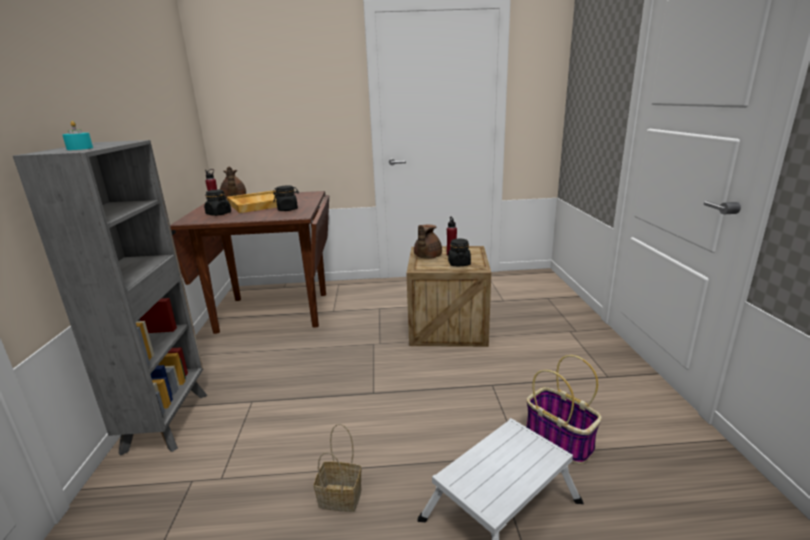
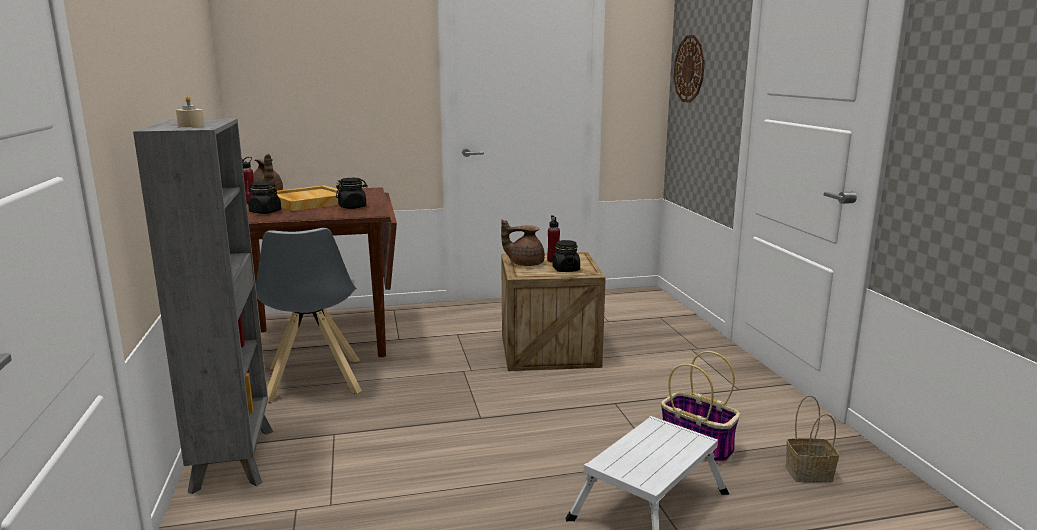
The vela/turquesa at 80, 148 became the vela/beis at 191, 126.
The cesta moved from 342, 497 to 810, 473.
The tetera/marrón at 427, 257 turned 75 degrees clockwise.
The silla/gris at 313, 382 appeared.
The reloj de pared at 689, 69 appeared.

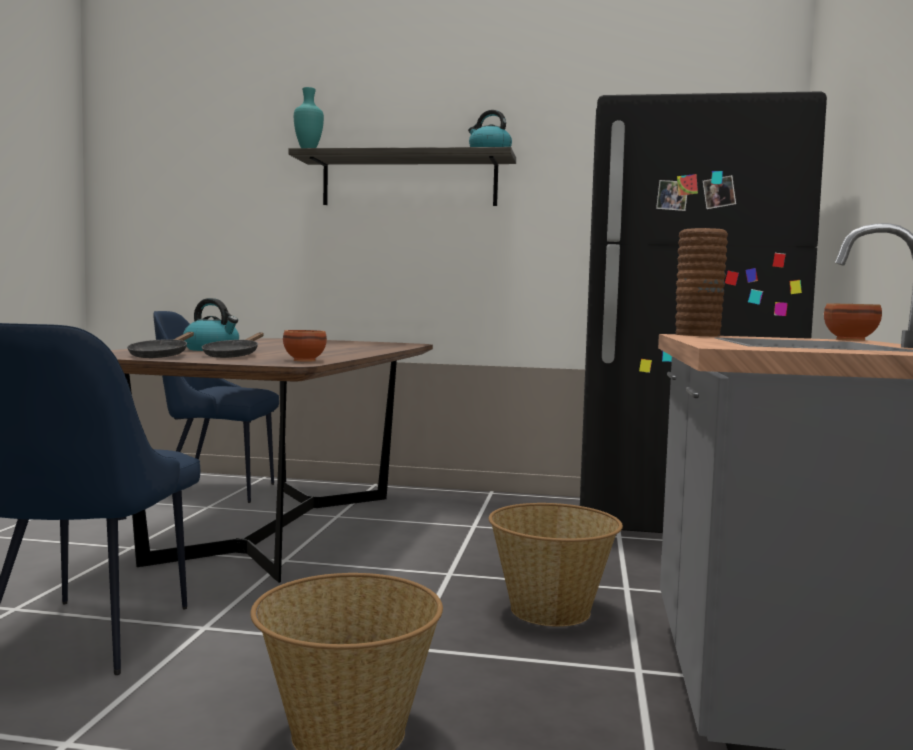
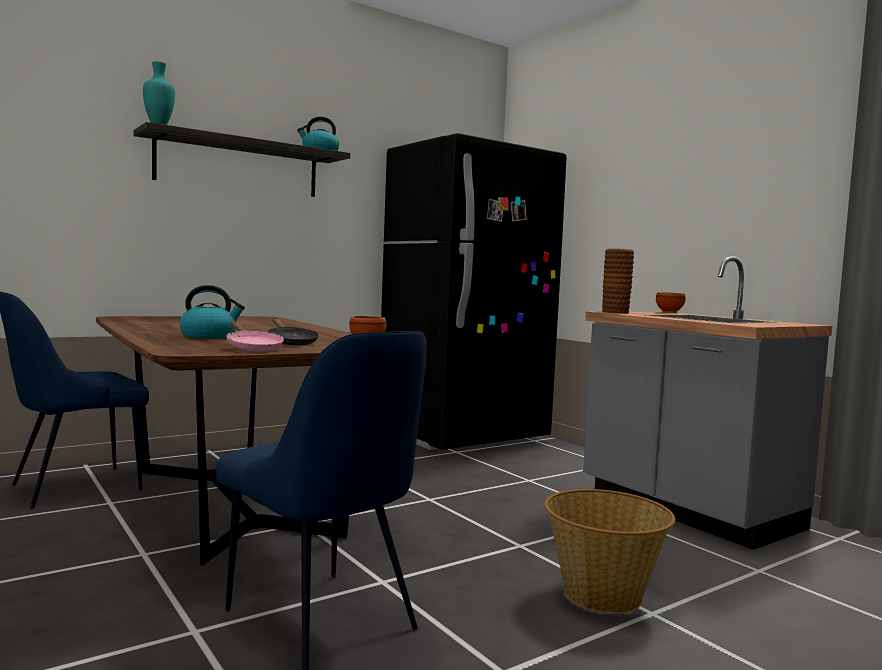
The sartén/negro at 161, 356 became the sartén/rosa at 252, 348.
The cesta at 551, 611 disappeared.

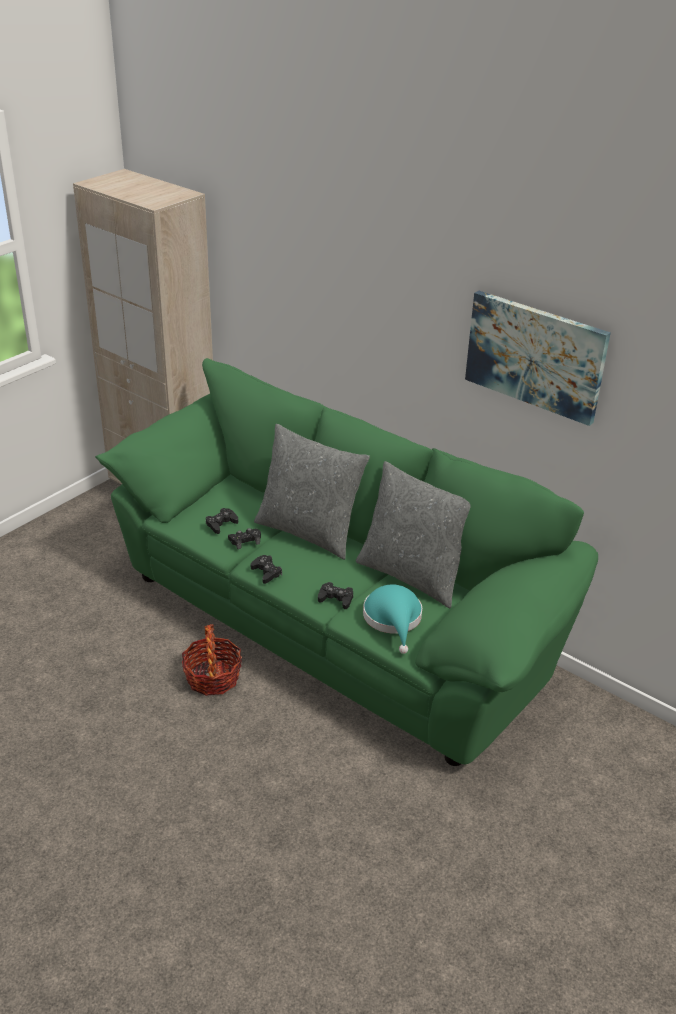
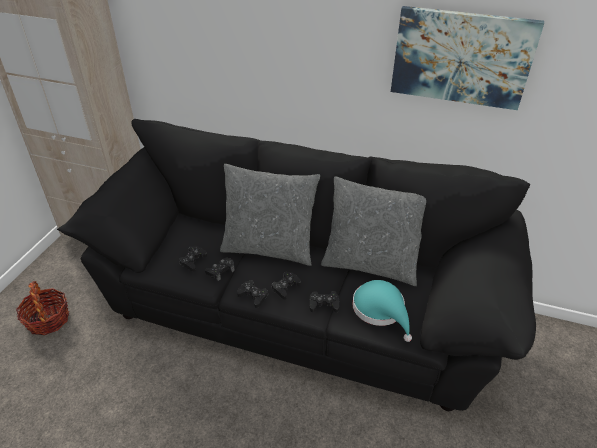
The sofá/verde at 332, 629 became the sofá/negro at 296, 316.
The cesta moved from 212, 678 to 48, 320.
The mando de consola/negro at 285, 287 appeared.

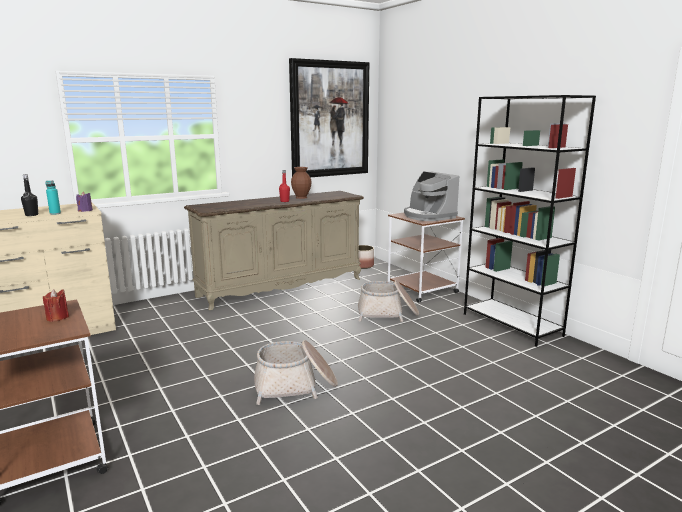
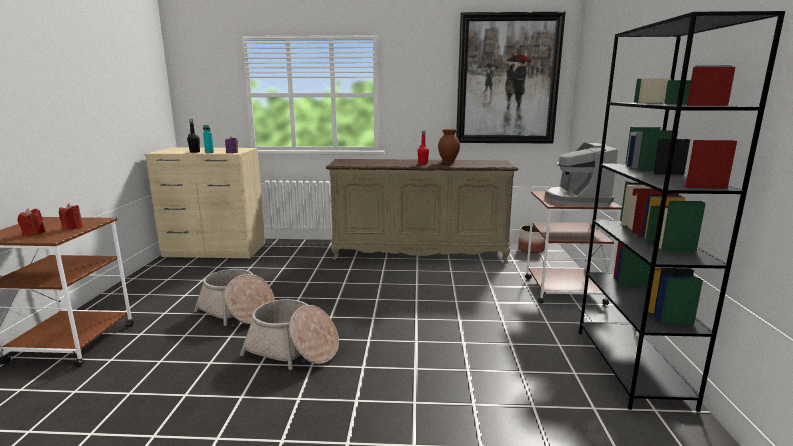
The cesta moved from 387, 314 to 237, 312.
The estantería/blanco at 512, 325 became the estantería/negro at 632, 367.
The vela/rojo at 33, 234 appeared.

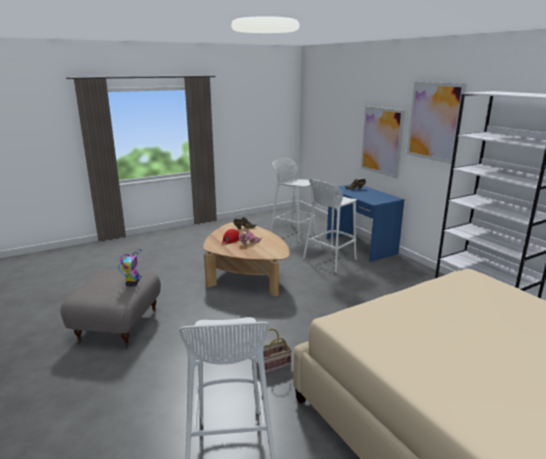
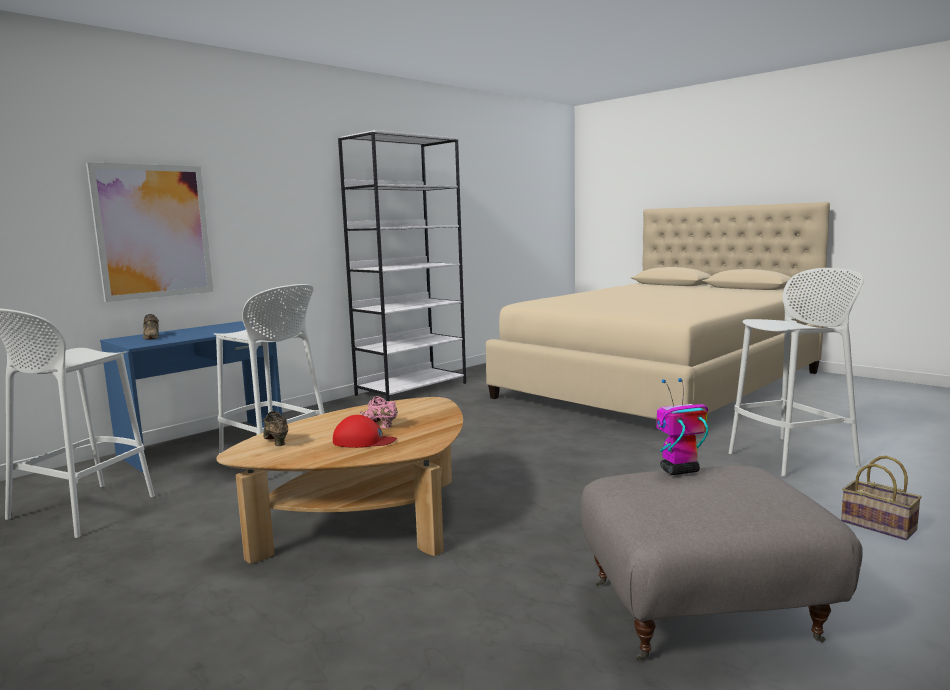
The cesta moved from 272, 366 to 880, 526.
The cuadro at 434, 121 disappeared.

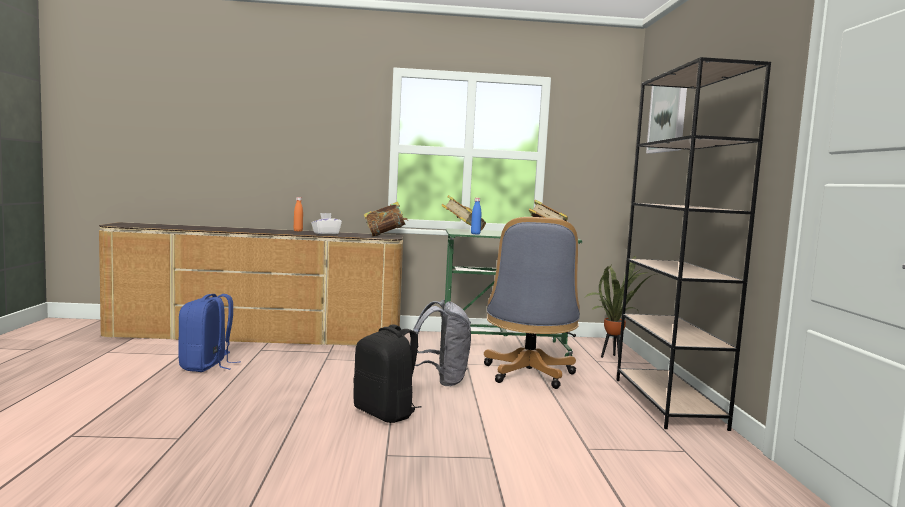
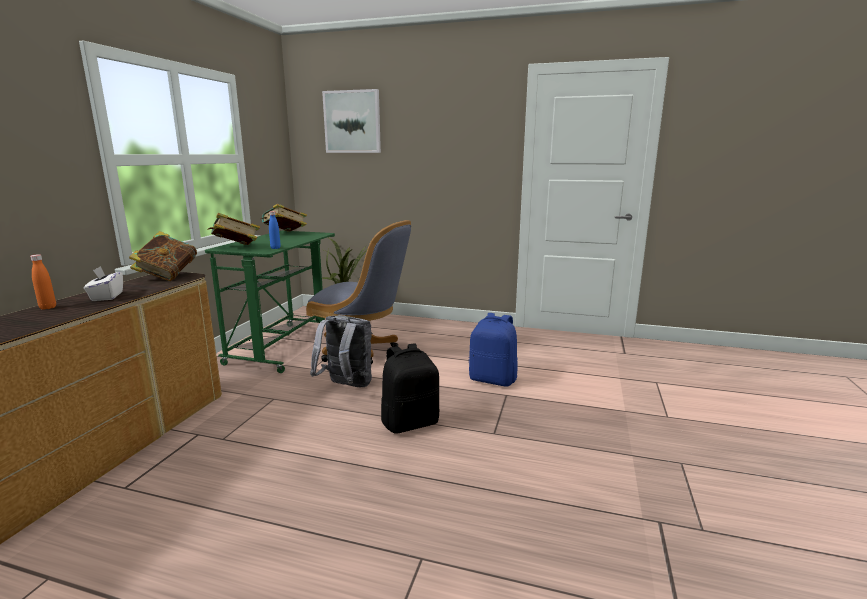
The mochila/azul moved from 206, 366 to 493, 379.
The estantería/beis at 668, 403 disappeared.

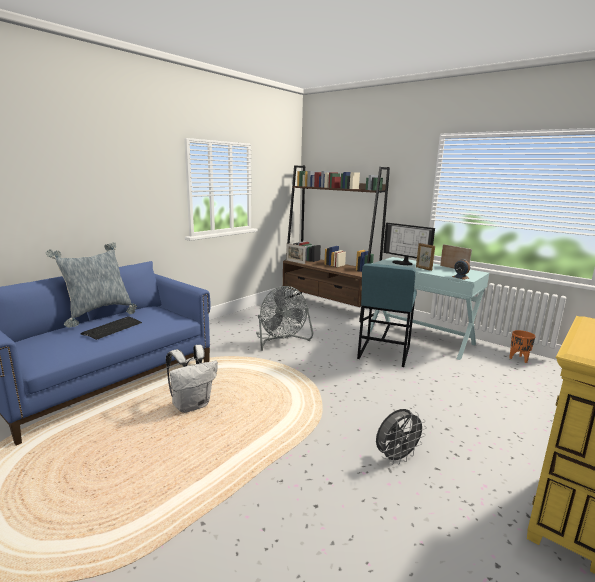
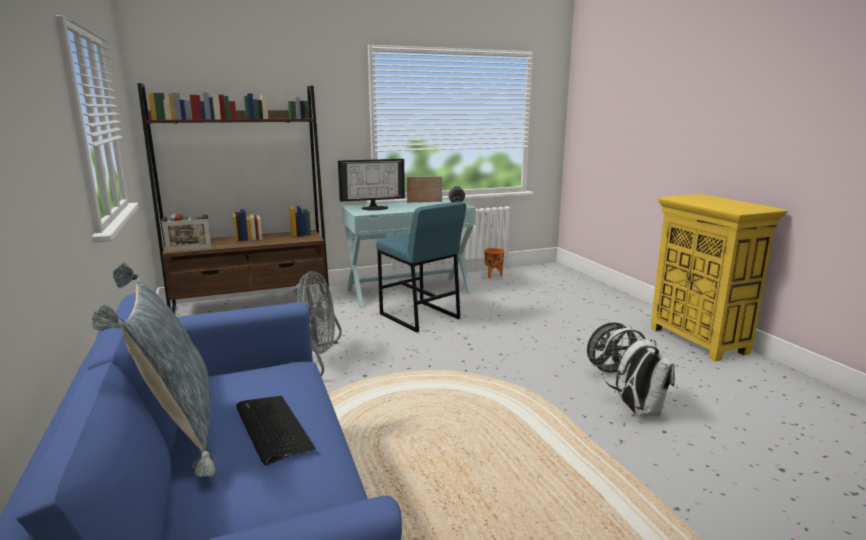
The mochila/blanco moved from 192, 405 to 636, 409.
The ventilador/gris at 396, 458 turned 75 degrees clockwise.
The portarretratos at 423, 268 disappeared.

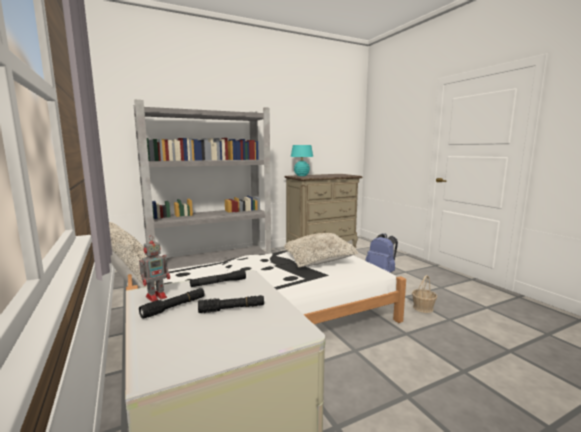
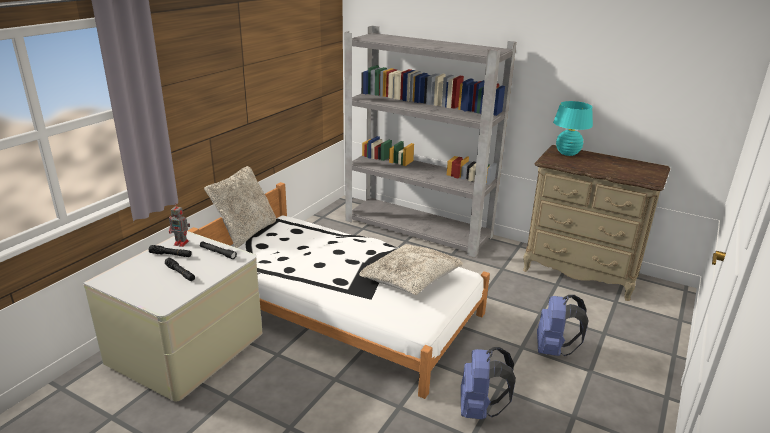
The cesta at 423, 308 was replaced by the mochila/azul at 480, 409.

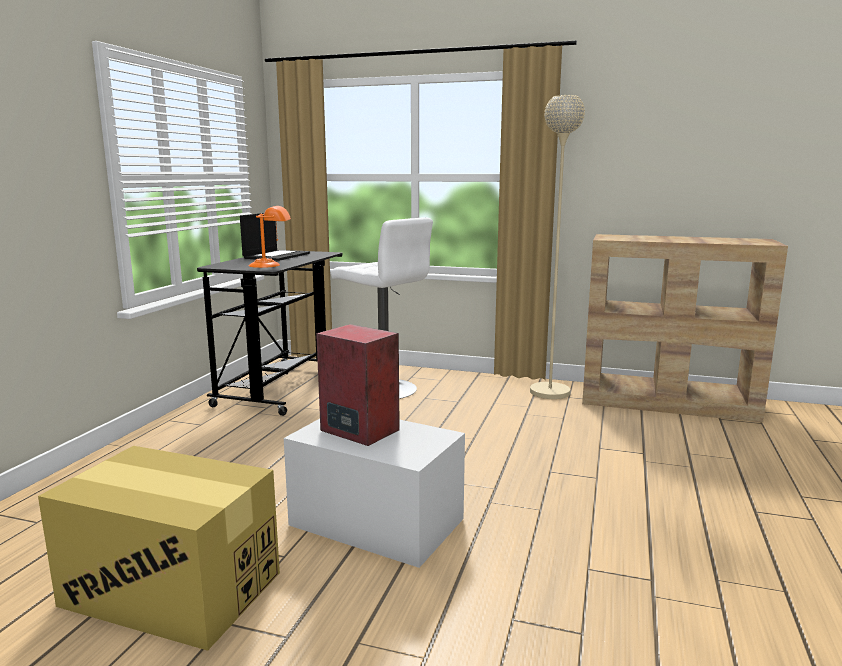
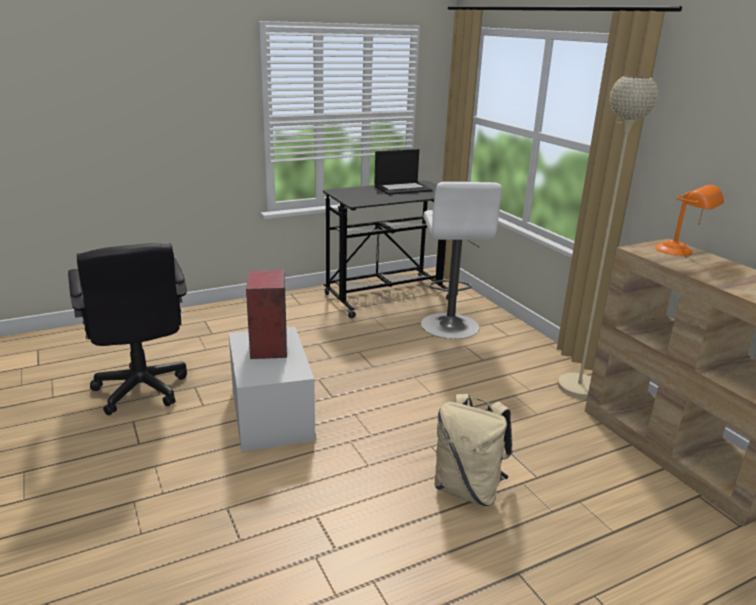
The caja de cartón at 172, 589 was replaced by the silla de oficina/negro at 143, 393.
The lámpara de mesa/naranja moved from 271, 265 to 681, 251.
The mochila/beis at 468, 489 appeared.

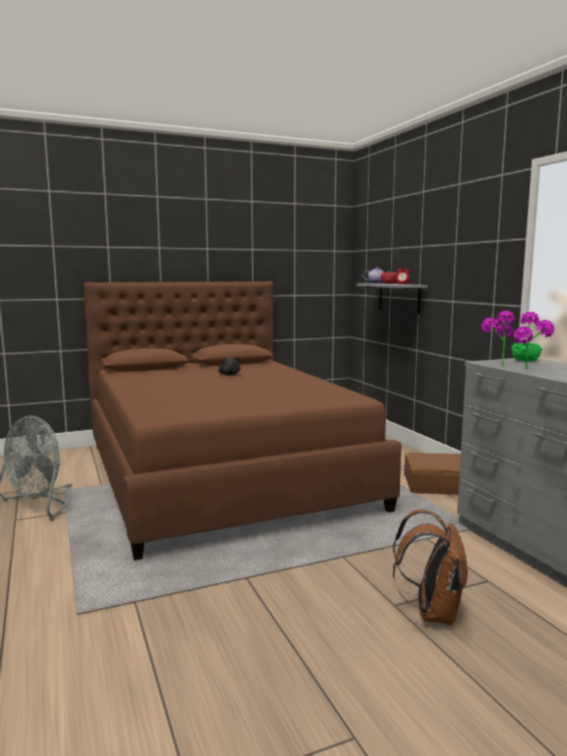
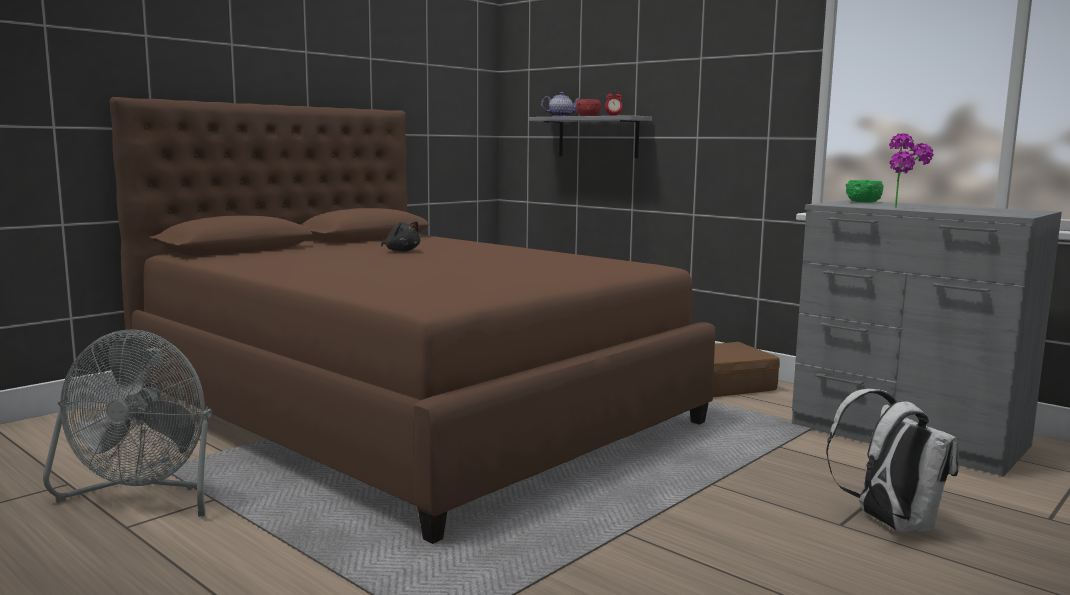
The mochila/marrón at 432, 612 became the mochila/blanco at 889, 523.
The planta en maceta at 496, 365 disappeared.

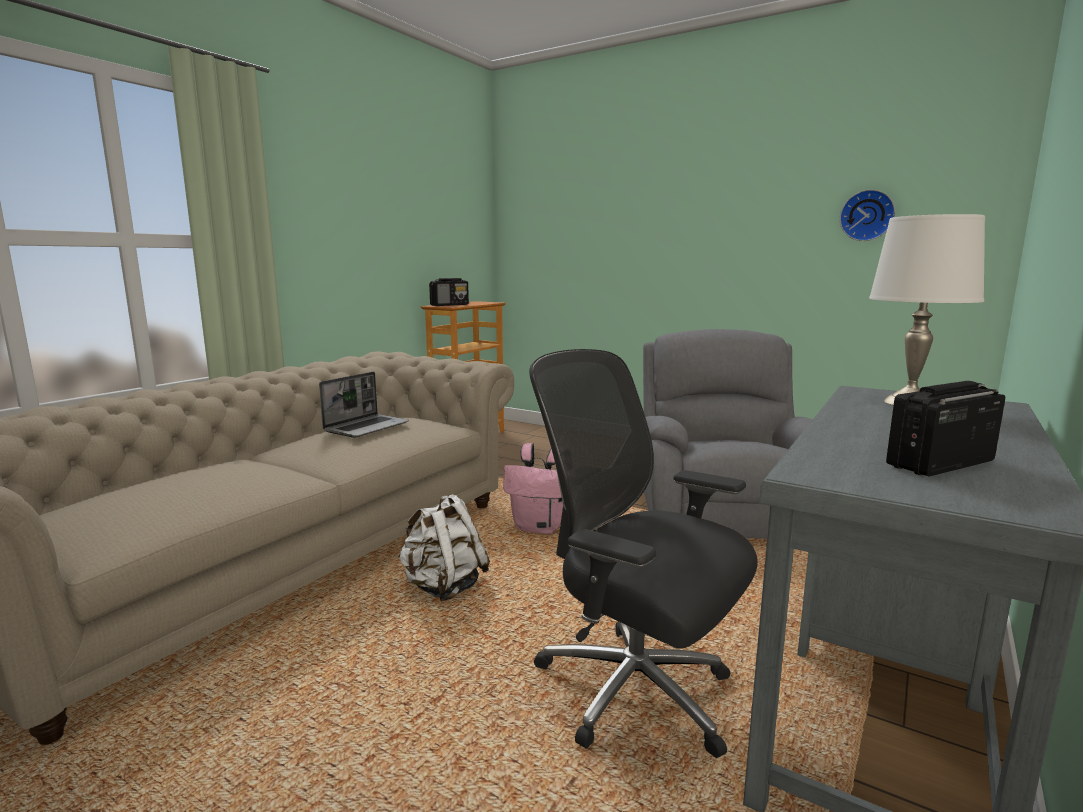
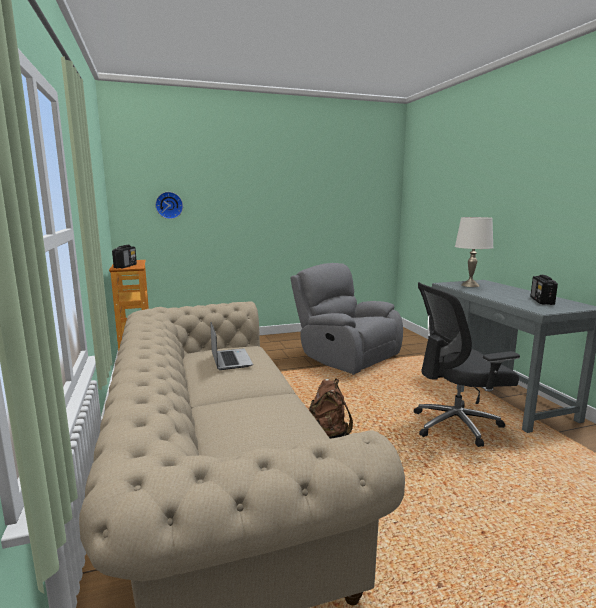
The mochila/blanco at 443, 587 became the mochila/marrón at 328, 434.
The mochila/rosa at 540, 527 disappeared.
The reloj de pared moved from 867, 215 to 169, 205.

